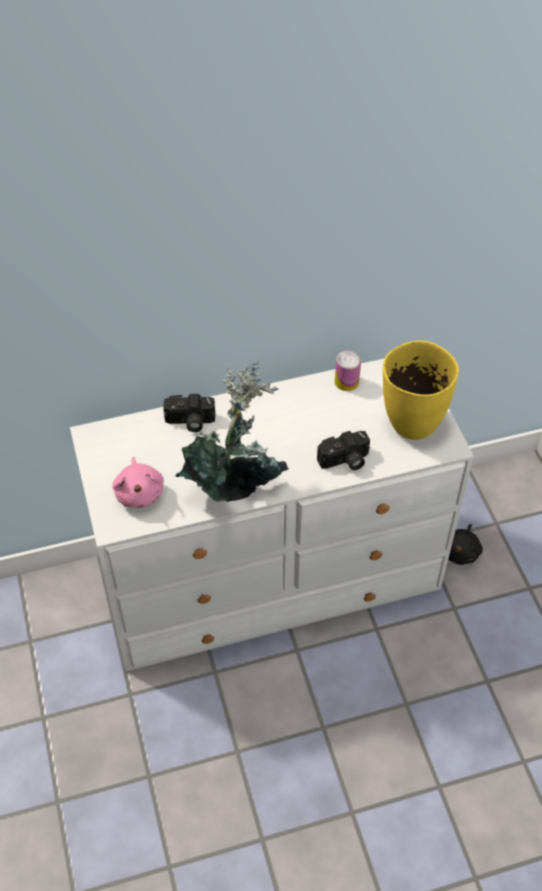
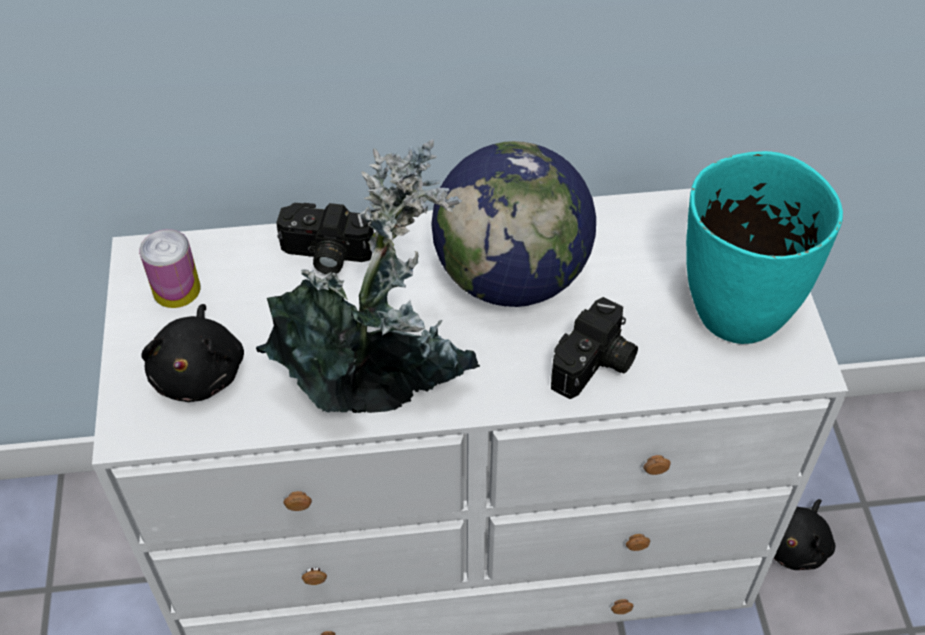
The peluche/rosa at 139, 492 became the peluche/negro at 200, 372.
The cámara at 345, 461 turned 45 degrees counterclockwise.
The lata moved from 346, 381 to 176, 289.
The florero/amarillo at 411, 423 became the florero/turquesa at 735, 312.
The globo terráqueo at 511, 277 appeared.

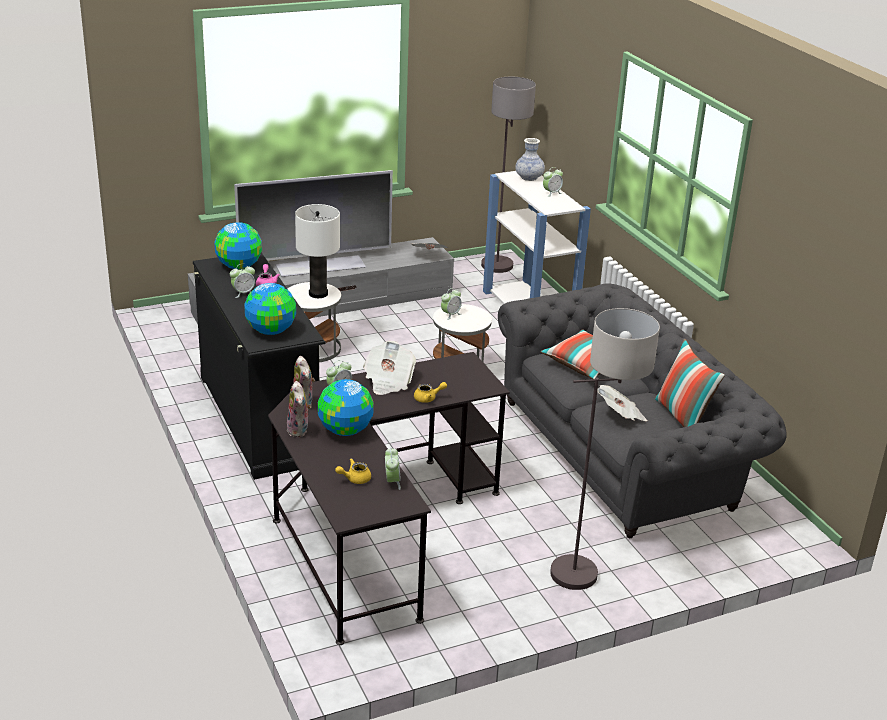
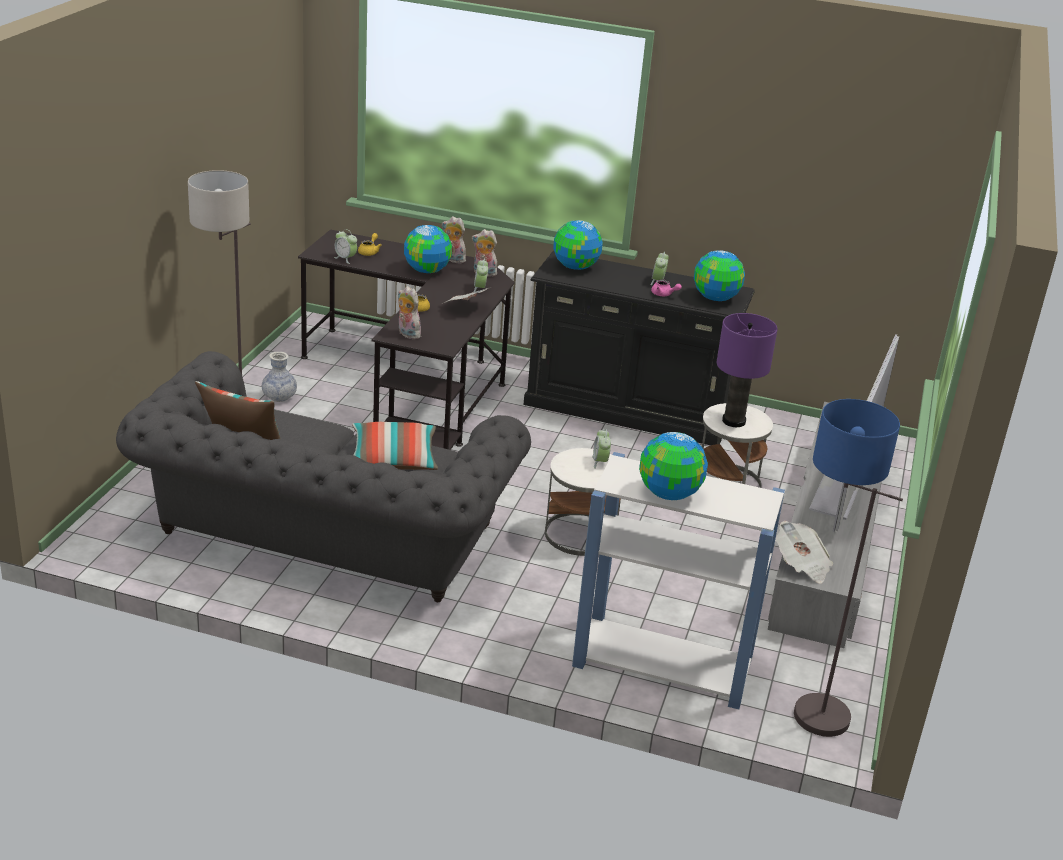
The lámpara de mesa/blanco at 318, 293 became the lámpara de mesa/morado at 734, 421.
The lámpara de pie/gris at 500, 270 became the lámpara de pie/azul at 805, 711.
The florero moved from 529, 178 to 279, 397.
The despertador at 552, 193 was replaced by the globo terráqueo at 669, 494.
The periódico at 620, 416 disappeared.
The peluche at 407, 334 appeared.

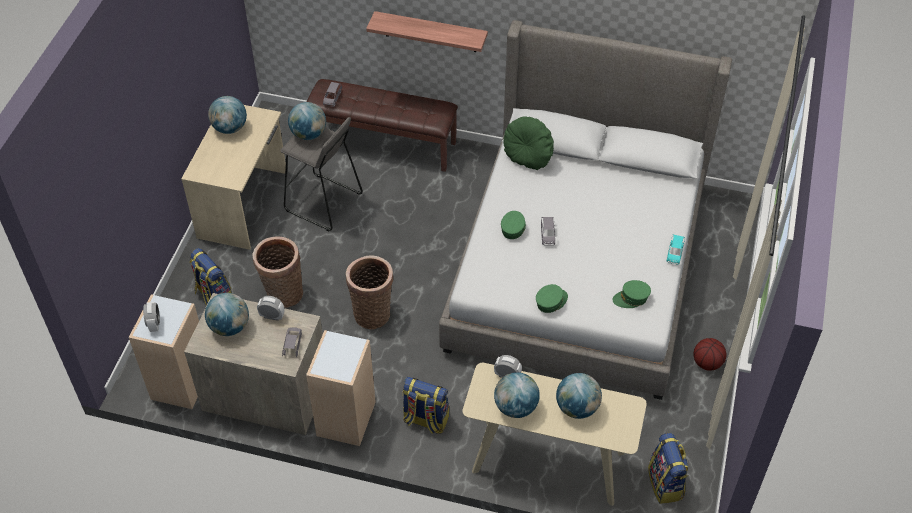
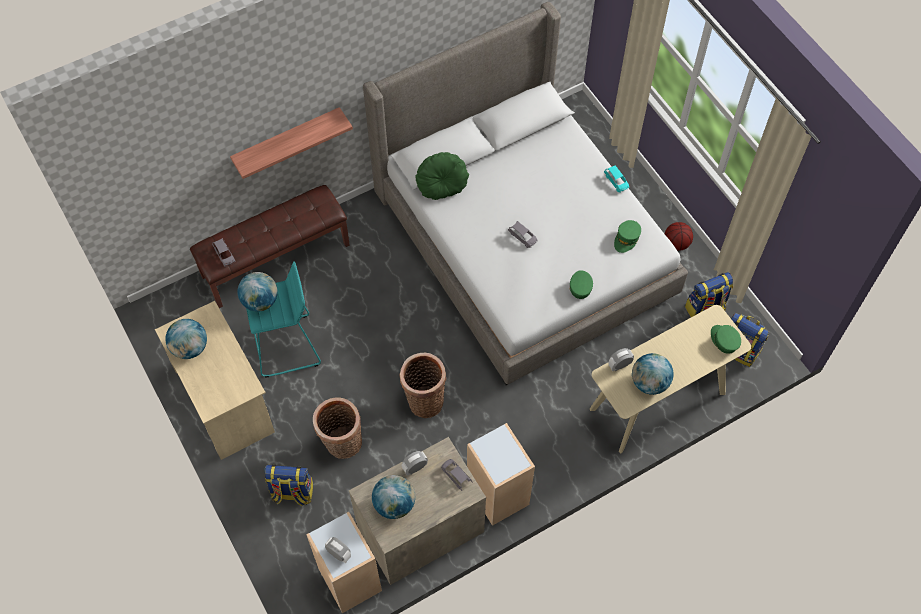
The taburete/gris at 323, 203 became the taburete/turquesa at 286, 346.
The mochila moved from 425, 420 to 705, 309.
The gorra/verde moved from 513, 228 to 724, 340.
The globo terráqueo at 577, 408 disappeared.

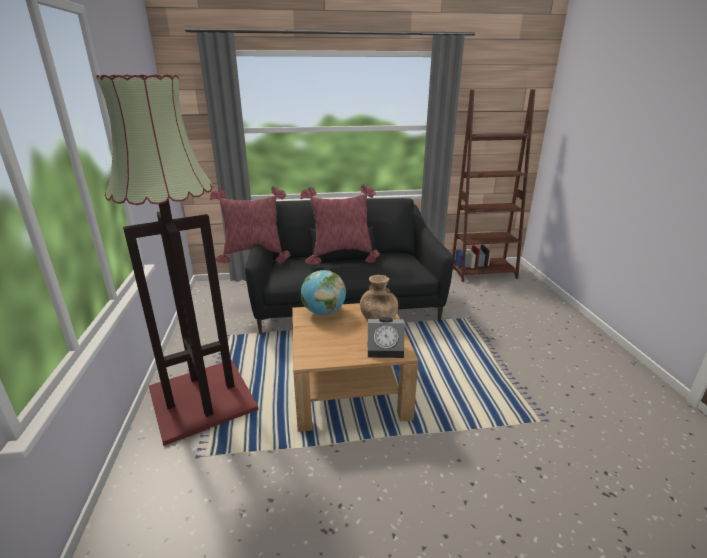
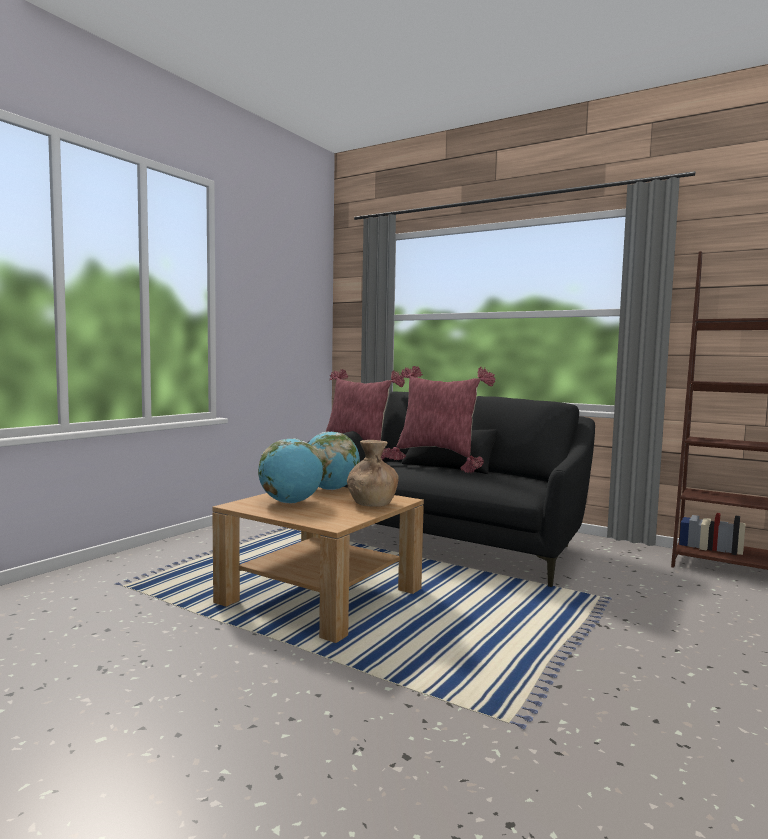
The lámpara de pie at 201, 400 disappeared.
The despertador at 386, 349 disappeared.
The globo terráqueo at 290, 502 appeared.

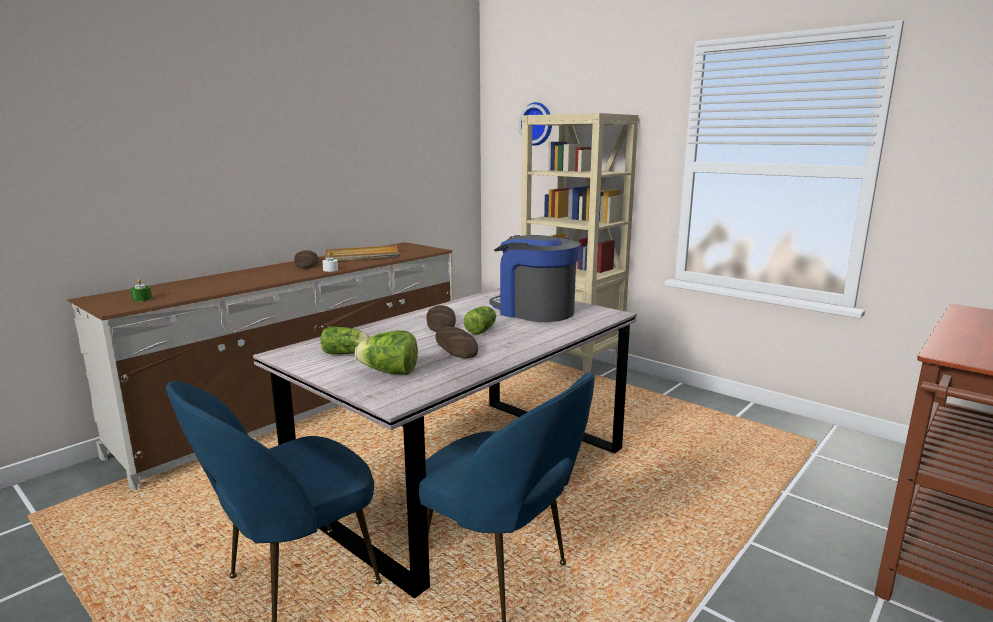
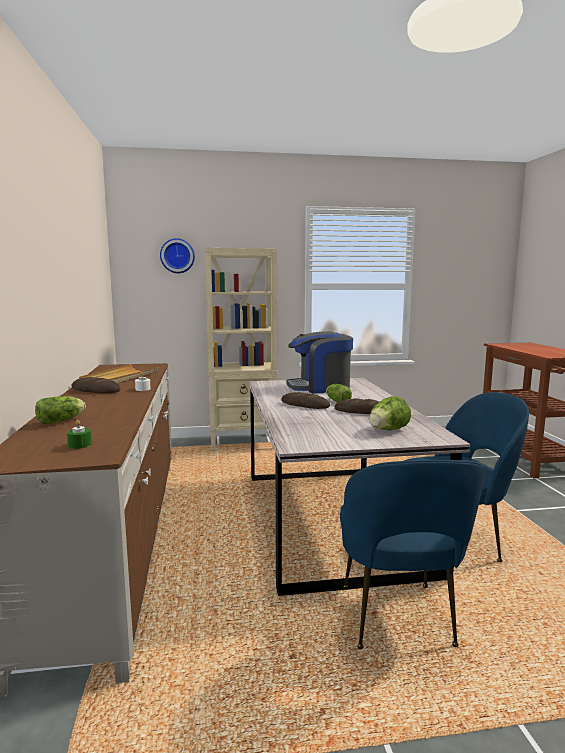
The lechuga moved from 347, 353 to 62, 420.

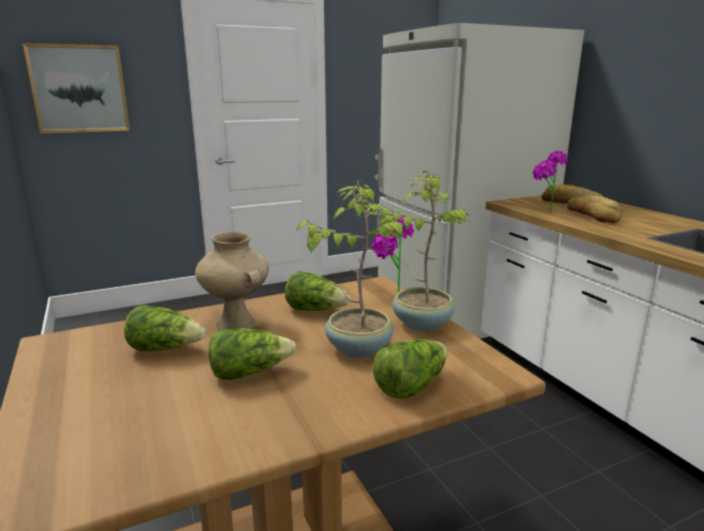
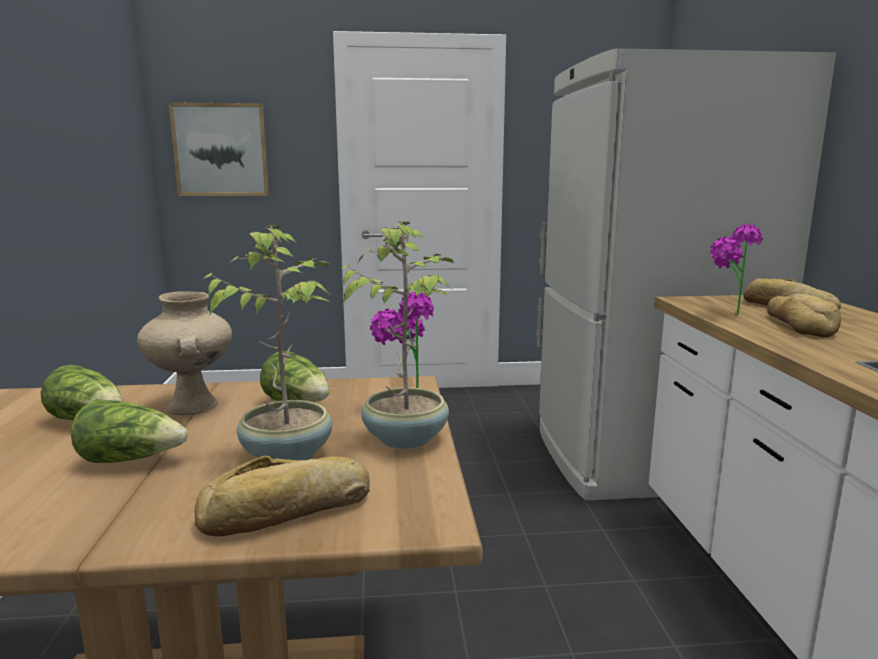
The lechuga at 410, 385 was replaced by the pan at 288, 511.

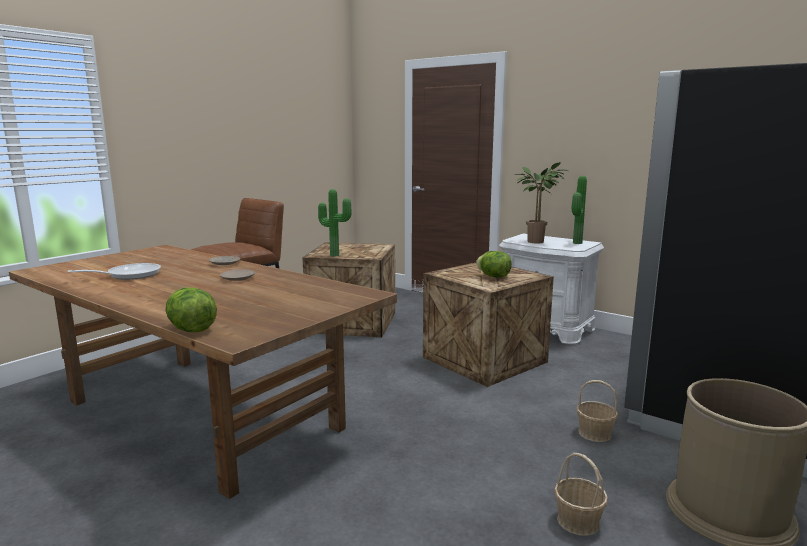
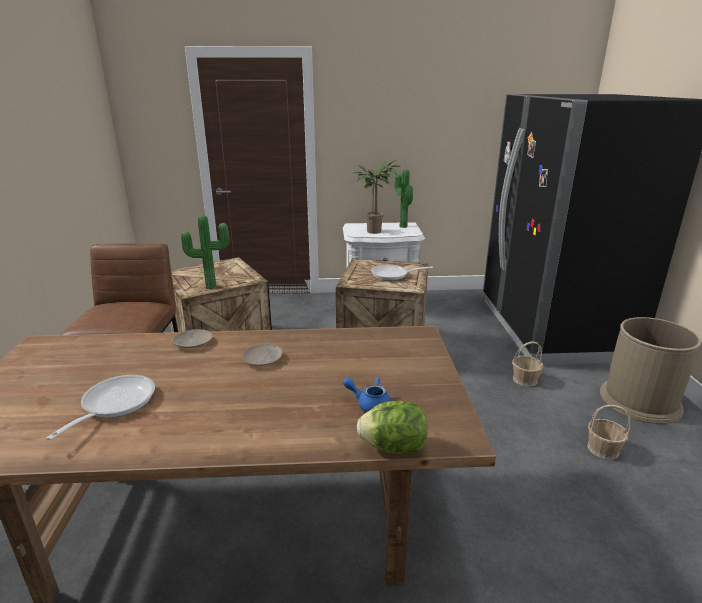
The lechuga at 493, 276 was replaced by the sartén at 393, 275.
The tetera/azul at 369, 404 appeared.

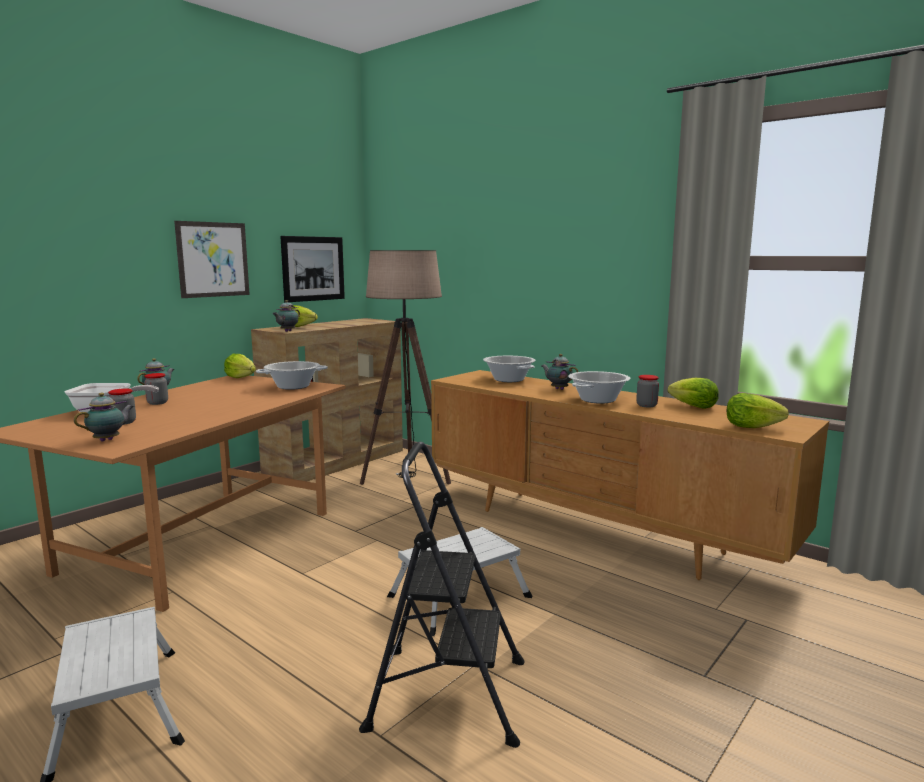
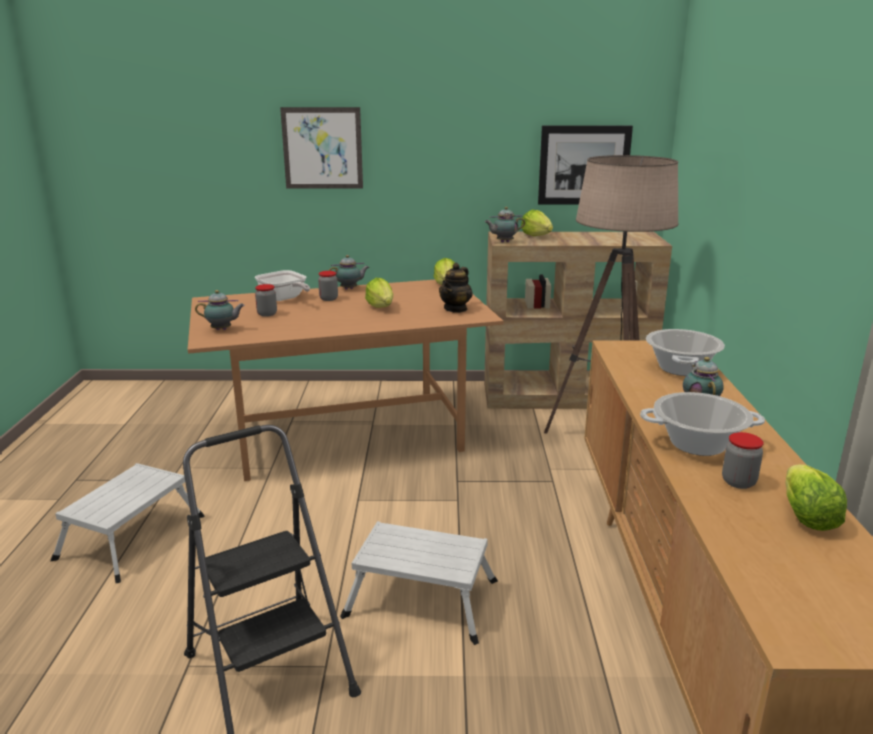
The cuadro moved from 213, 259 to 322, 148.
The olla at 293, 386 was replaced by the tetera at 456, 309.
The lechuga moved from 751, 427 to 381, 307.

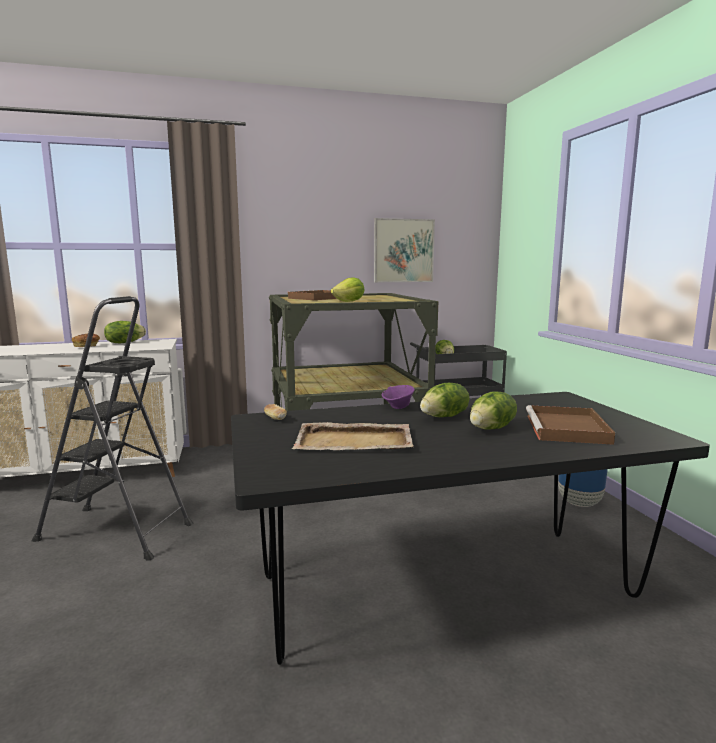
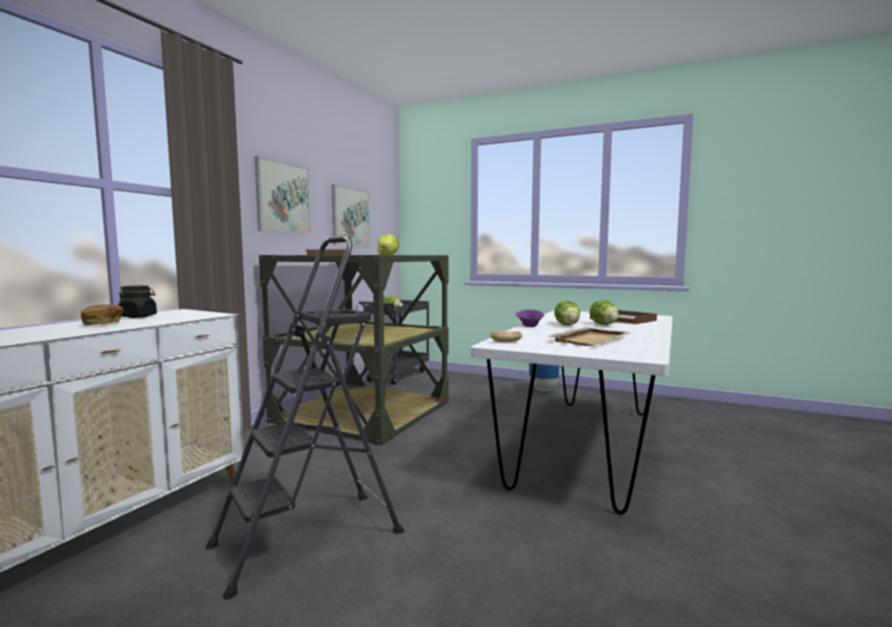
The lechuga at 124, 343 was replaced by the tarro/negro at 138, 316.
The mesa de comedor/negro at 443, 588 became the mesa de comedor/blanco at 589, 446.
The cuadro at 283, 197 appeared.

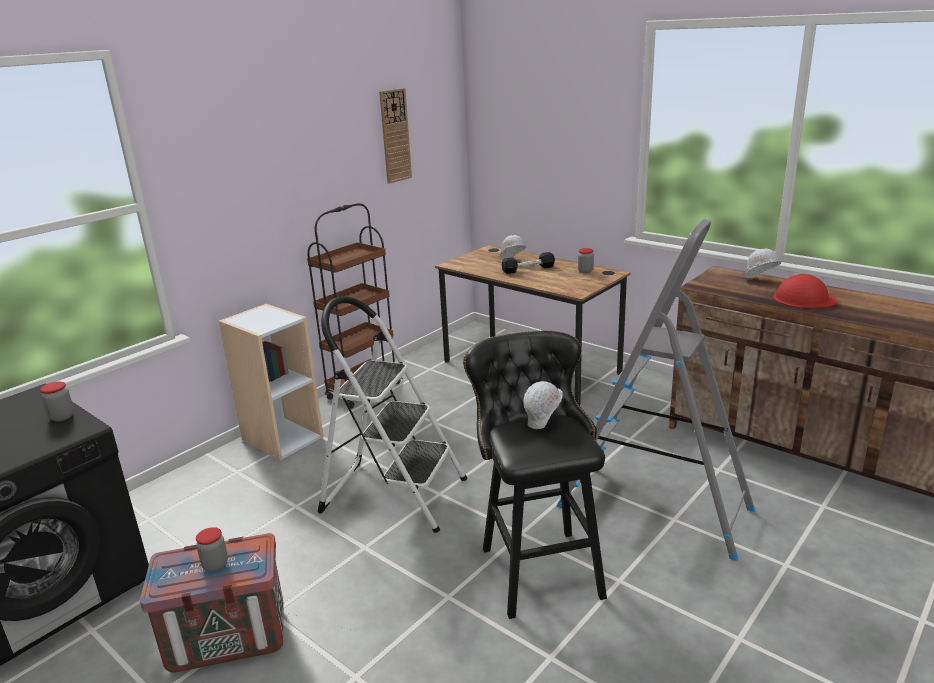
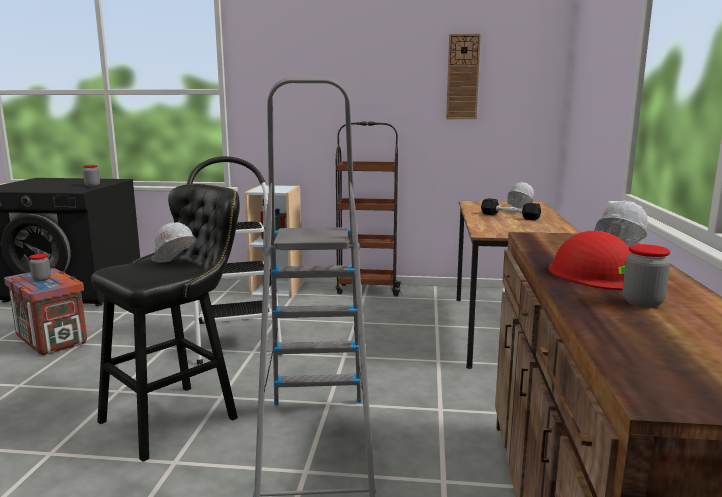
The tarro moved from 585, 271 to 642, 302.

